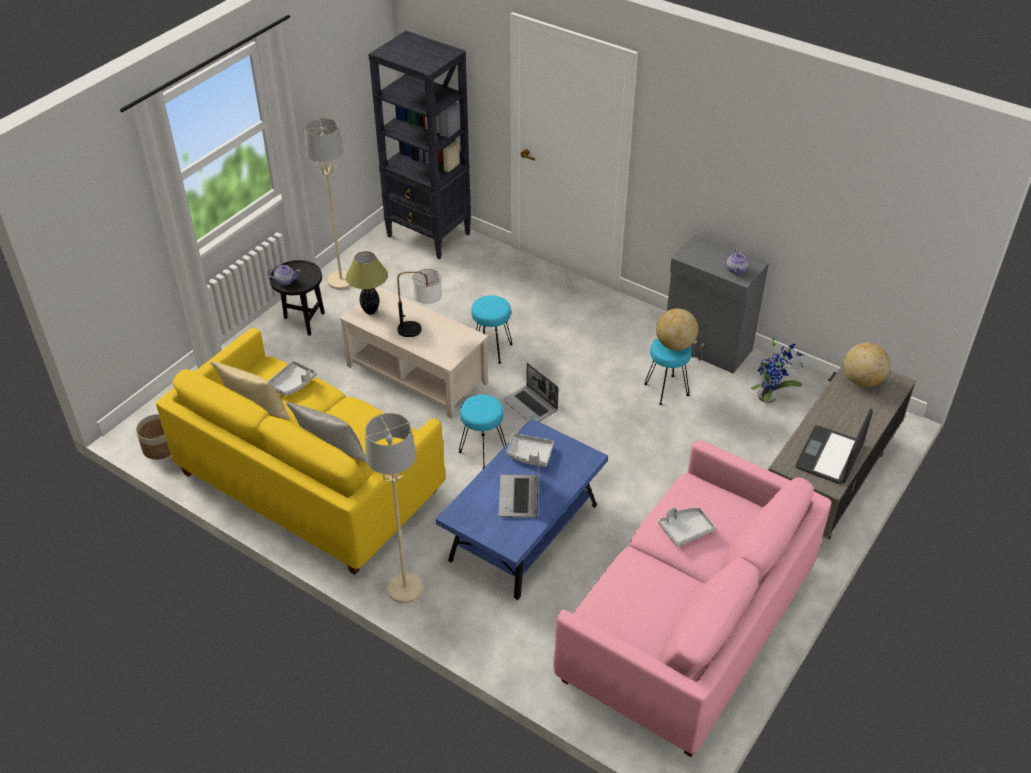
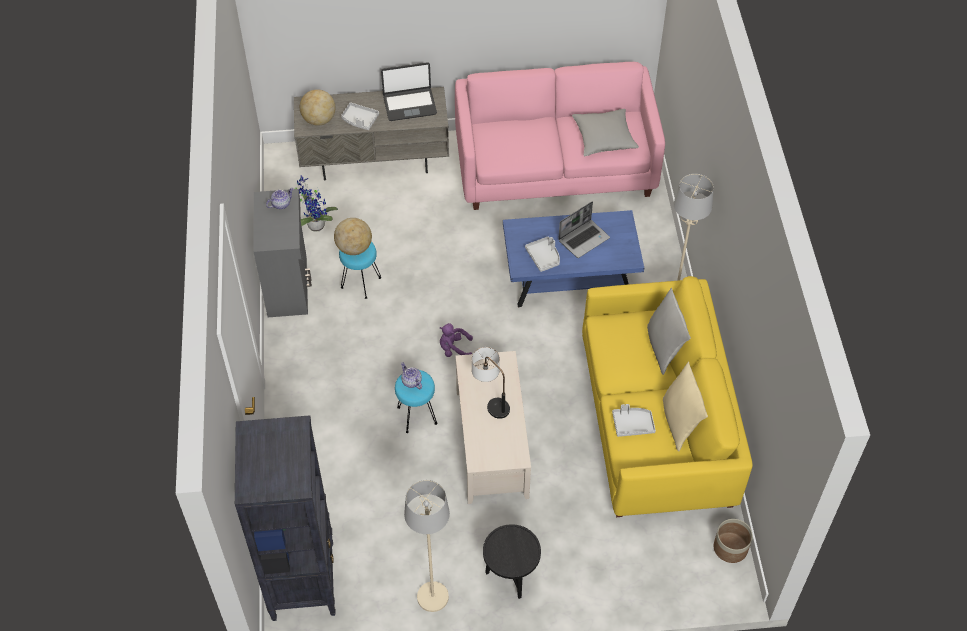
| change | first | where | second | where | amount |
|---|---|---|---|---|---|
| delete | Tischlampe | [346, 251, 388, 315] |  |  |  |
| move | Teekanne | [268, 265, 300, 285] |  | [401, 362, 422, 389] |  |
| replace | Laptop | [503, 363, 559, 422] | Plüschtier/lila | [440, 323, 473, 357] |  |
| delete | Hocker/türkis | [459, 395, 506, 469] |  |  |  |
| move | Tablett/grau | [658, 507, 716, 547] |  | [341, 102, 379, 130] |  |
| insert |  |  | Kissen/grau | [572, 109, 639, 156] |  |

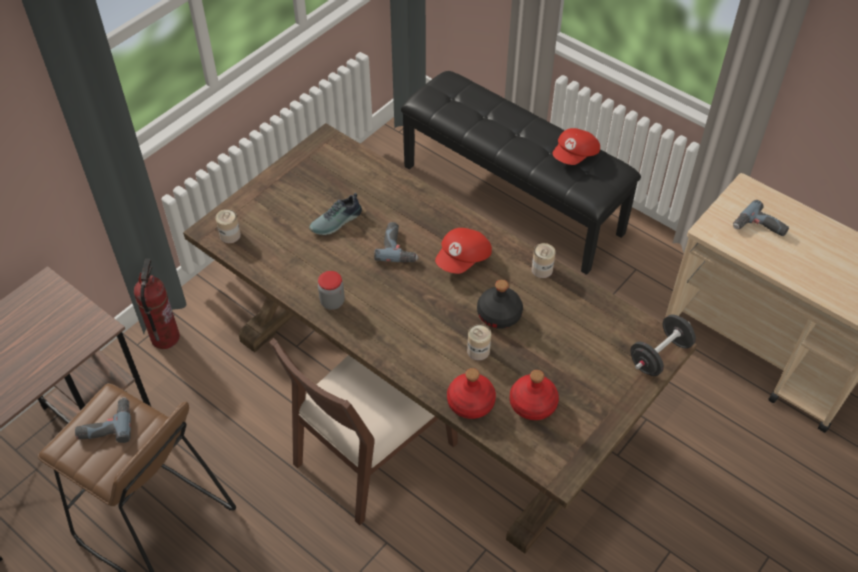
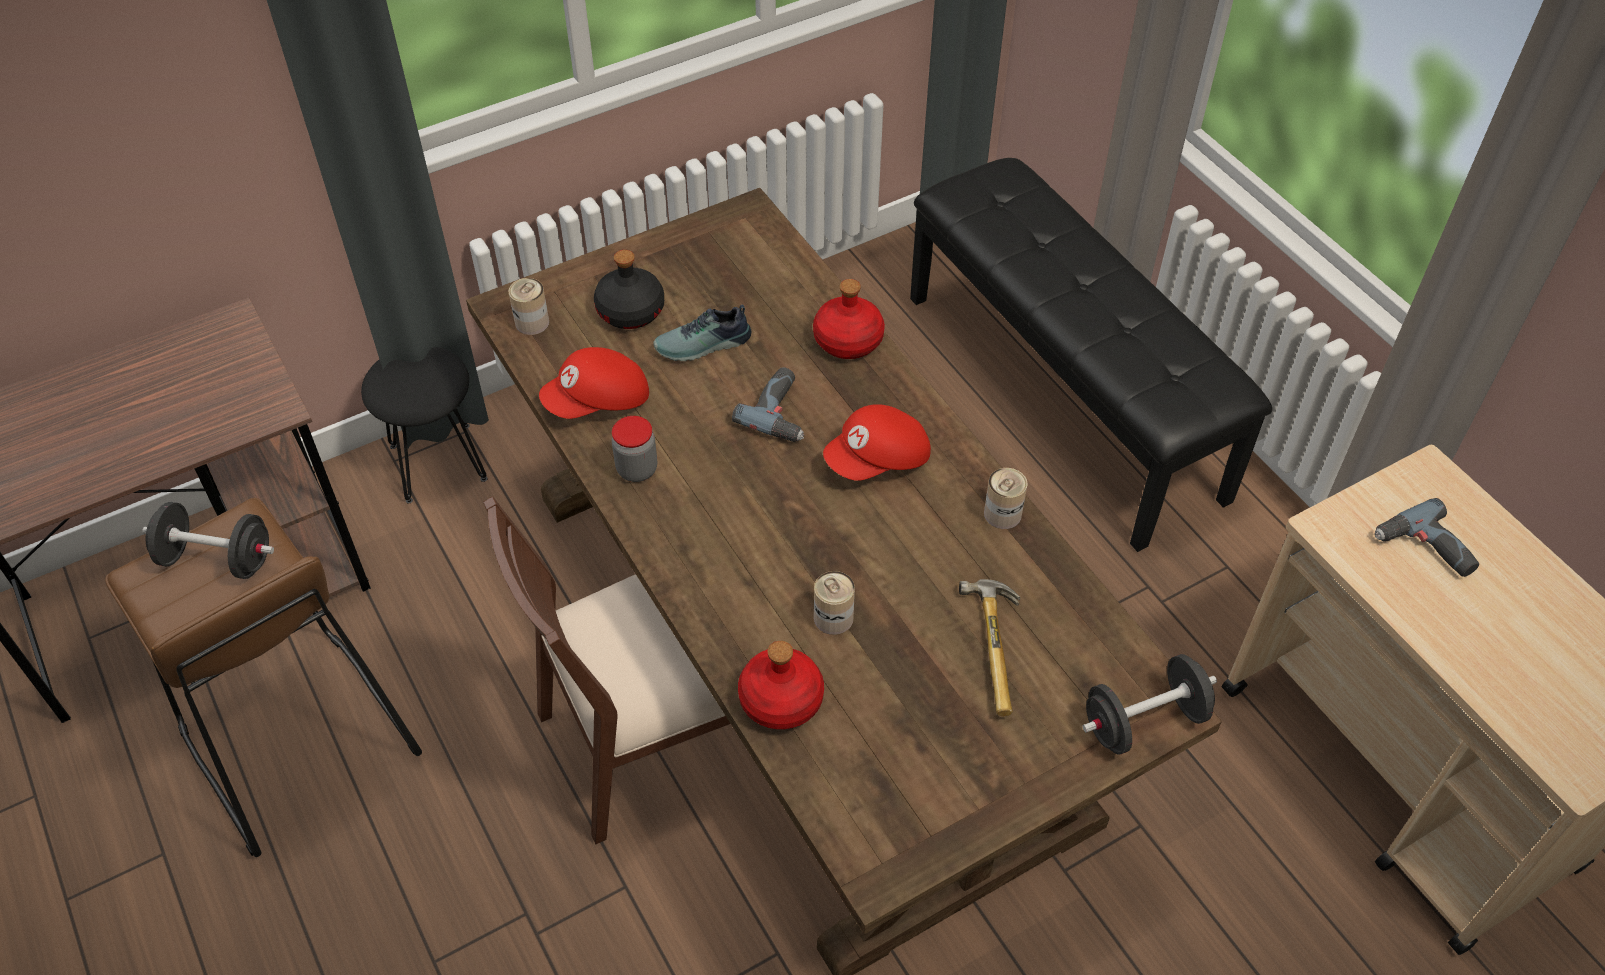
| change | first | where | second | where | amount |
|---|---|---|---|---|---|
| move | Kappe/rot | [552, 128, 600, 165] |  | [539, 347, 649, 419] |  |
| replace | Feuerlöscher | [134, 259, 180, 349] | Hocker/schwarz | [361, 347, 487, 503] |  |
| move | Flasche/schwarz | [477, 280, 523, 329] |  | [594, 250, 664, 329] |  |
| move | Flasche/rot | [510, 370, 559, 420] |  | [813, 279, 885, 359] |  |
| replace | Bohrmaschine | [75, 397, 131, 443] | Hantel/schwarz | [142, 502, 274, 579] |  |
| insert |  |  | Hammer | [959, 579, 1020, 716] |  |

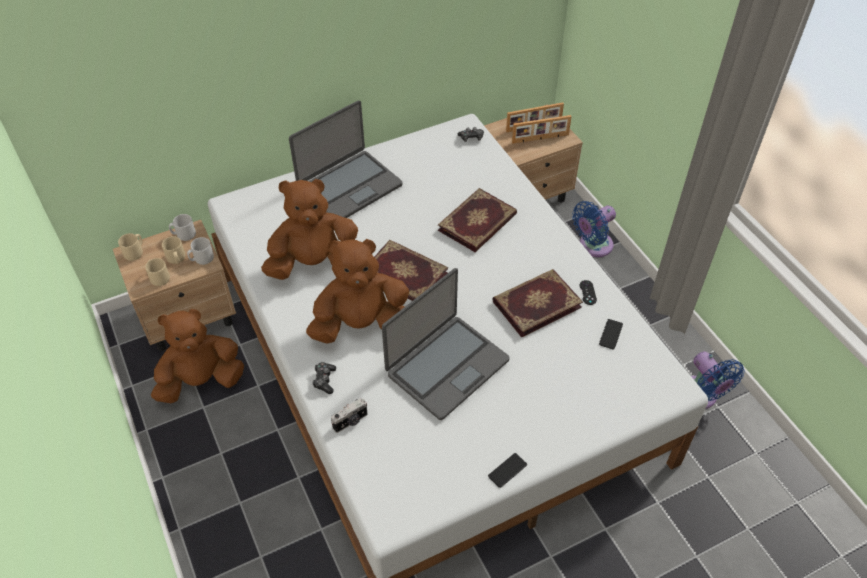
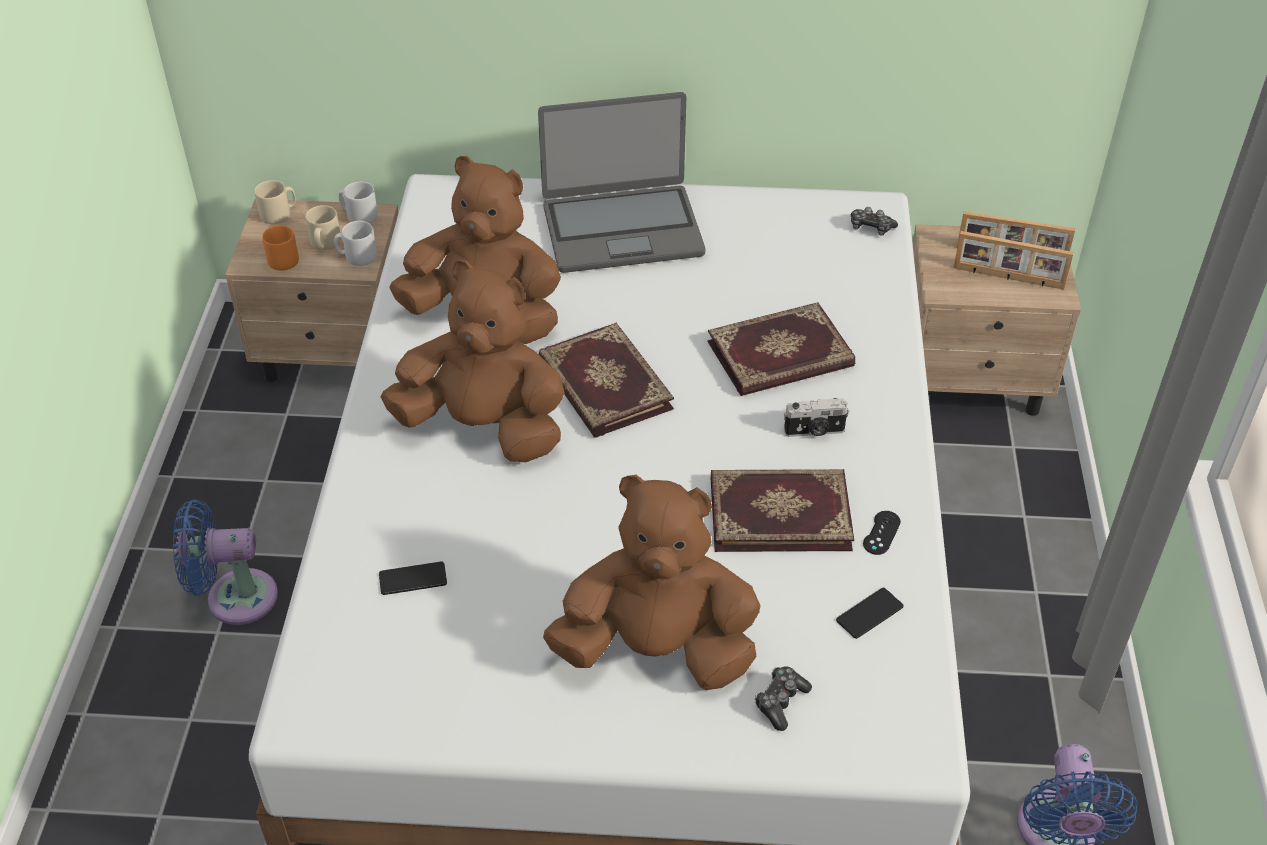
| change | first | where | second | where | amount |
|---|---|---|---|---|---|
| move | Ventilator/blau | [572, 201, 616, 257] |  | [173, 500, 278, 625] |  |
| recolor | Henkelbecher/beige | [145, 258, 170, 286] | Henkelbecher/orange | [262, 225, 299, 271] |  |
| delete | Laptop | [382, 268, 510, 420] |  |  |  |
| move | Plüschtier/braun | [151, 309, 244, 403] |  | [543, 475, 760, 690] |  |
| move | Gamepad | [312, 362, 336, 394] |  | [755, 666, 812, 731] |  |
| move | Kamera | [331, 398, 367, 433] |  | [784, 398, 849, 437] |  |
| move | Handy | [488, 453, 527, 488] |  | [379, 561, 447, 595] |  |

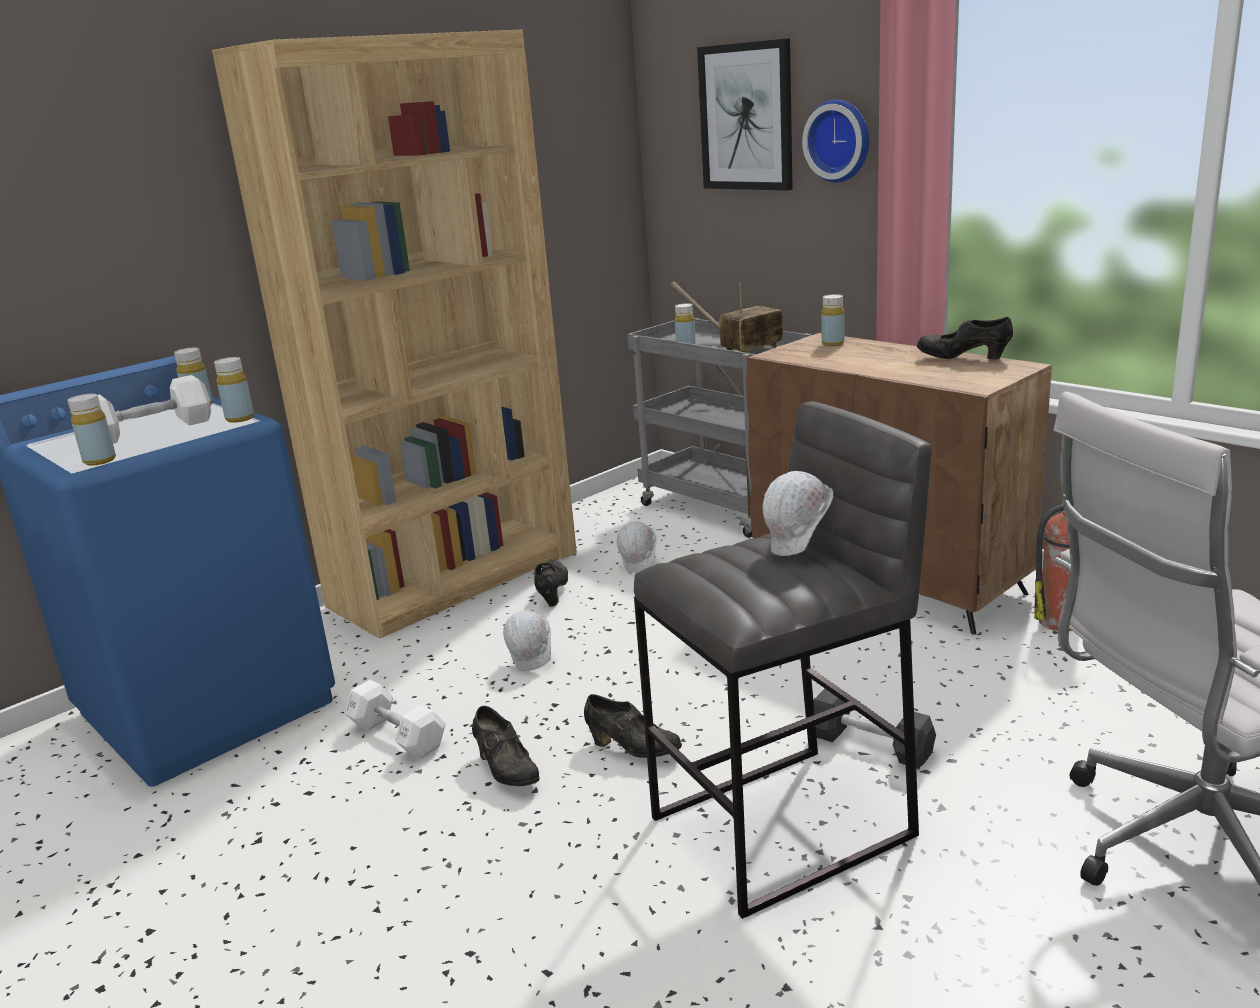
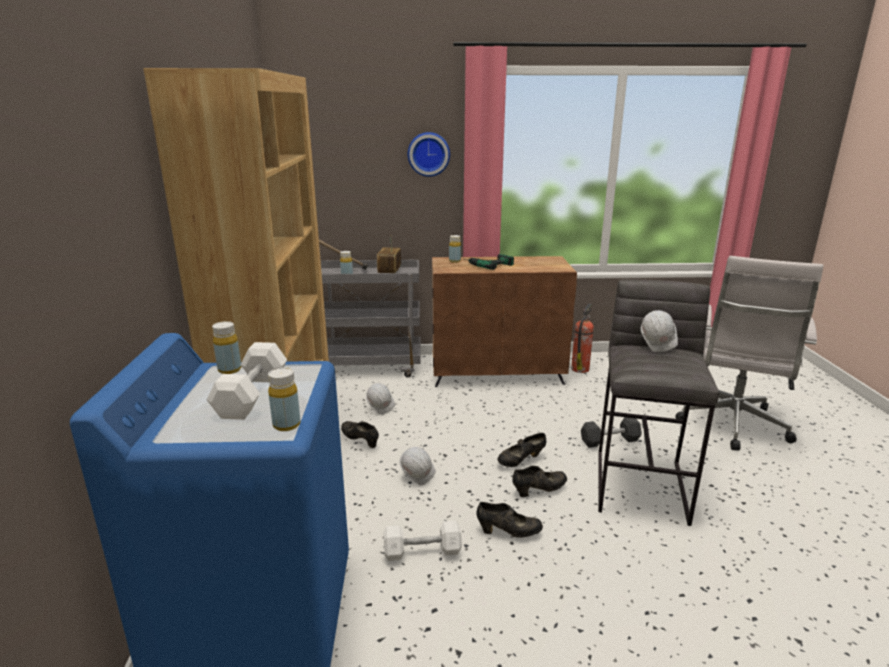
| change | first | where | second | where | amount |
|---|---|---|---|---|---|
| delete | Bild | [697, 38, 793, 191] |  |  |  |
| move | Schuh/schwarz | [917, 317, 1013, 360] |  | [497, 433, 546, 467] |  |
| delete | Flasche/gelb | [214, 357, 254, 423] |  |  |  |
| insert |  |  | Bohrmaschine | [465, 254, 514, 270] |  |

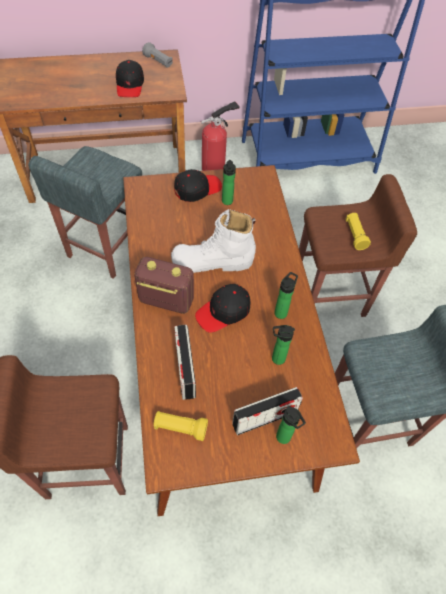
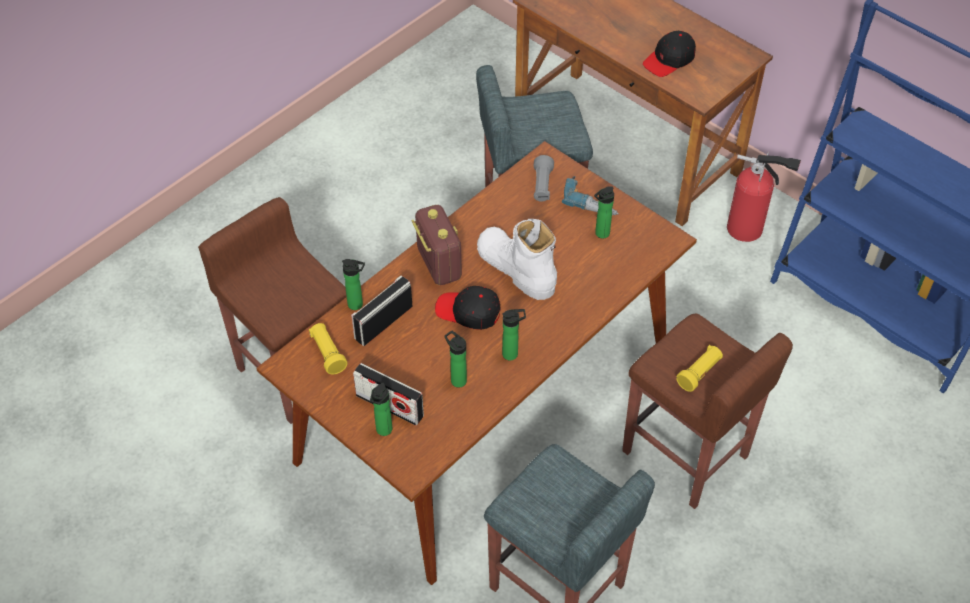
| change | first | where | second | where | amount |
|---|---|---|---|---|---|
| move | Taschenlampe/grau | [142, 42, 173, 68] |  | [534, 155, 554, 202] |  |
| replace | Kappe/schwarz | [174, 169, 222, 202] | Bohrmaschine | [562, 176, 619, 215] |  |
| insert |  |  | Flasche | [342, 259, 365, 310] |  |

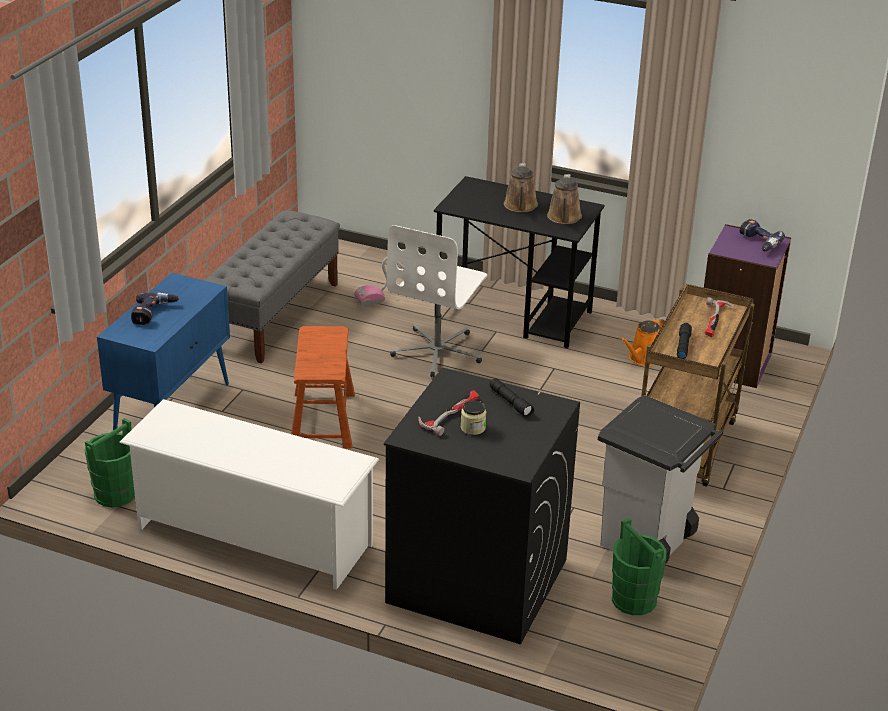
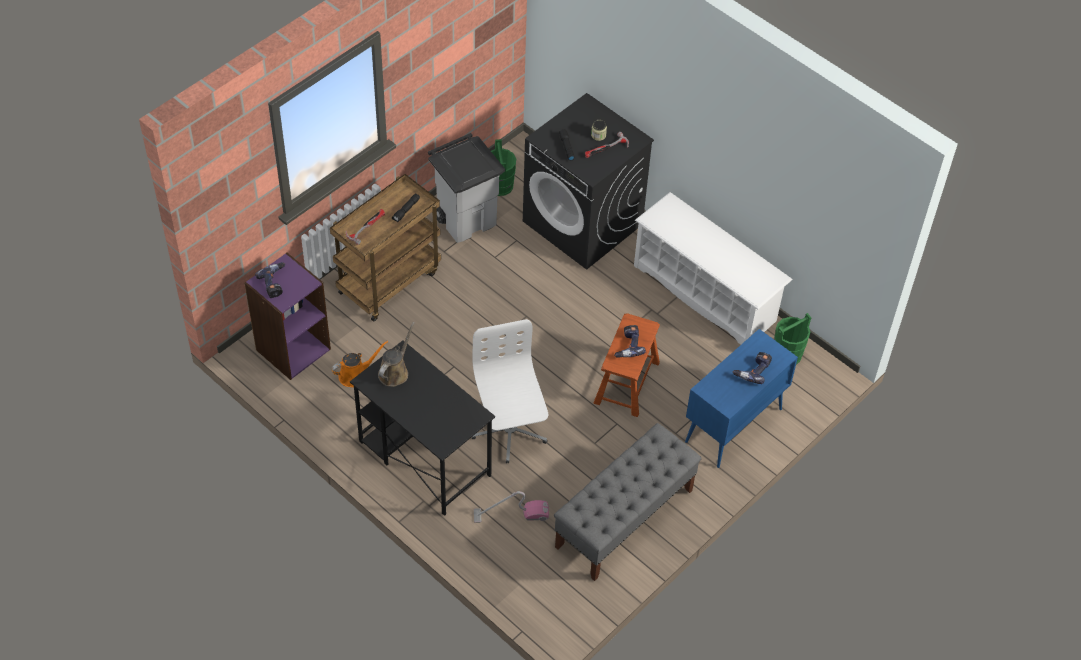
| change | first | where | second | where | amount |
|---|---|---|---|---|---|
| delete | Gießkanne/braun | [504, 163, 538, 212] |  |  |  |
| rotate | Bürostuhl/weiß | [387, 225, 488, 377] |  | [471, 319, 548, 463] | 60 degrees counterclockwise |
| insert |  |  | Bohrmaschine | [614, 325, 646, 357] |  |

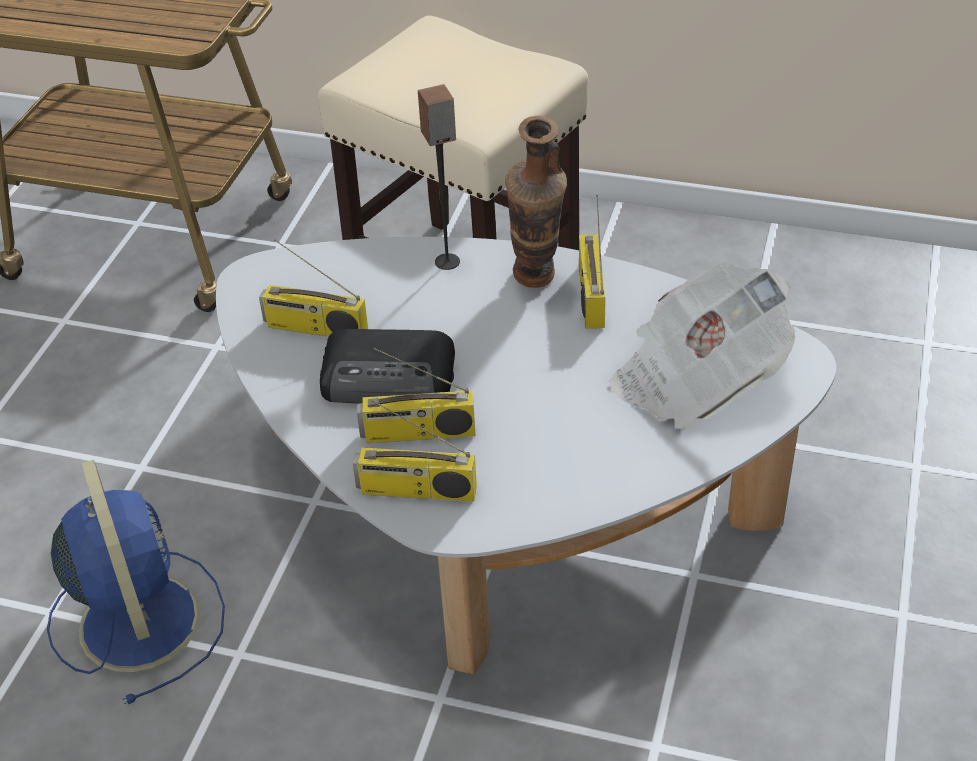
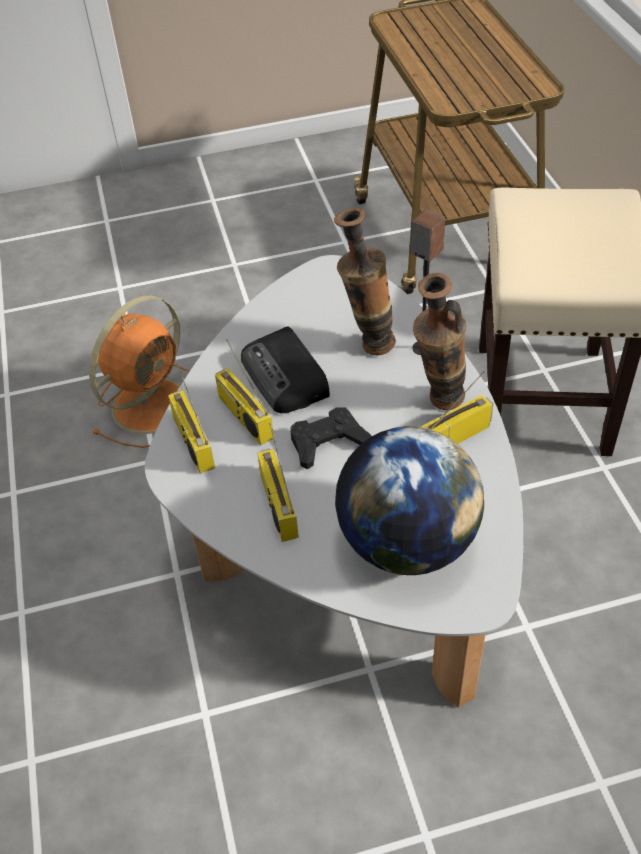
| change | first | where | second | where | amount |
|---|---|---|---|---|---|
| move | Radio | [259, 239, 368, 337] |  | [257, 423, 299, 542] |  |
| replace | Zeitung | [609, 262, 795, 430] | Globus | [335, 426, 484, 575] |  |
| recolor | Ventilator/blau | [47, 460, 225, 704] | Ventilator/orange | [89, 295, 190, 448] |  |
| insert |  |  | Vase | [334, 208, 396, 355] |  |
| insert |  |  | Gamepad/schwarz | [290, 407, 372, 469] |  |

